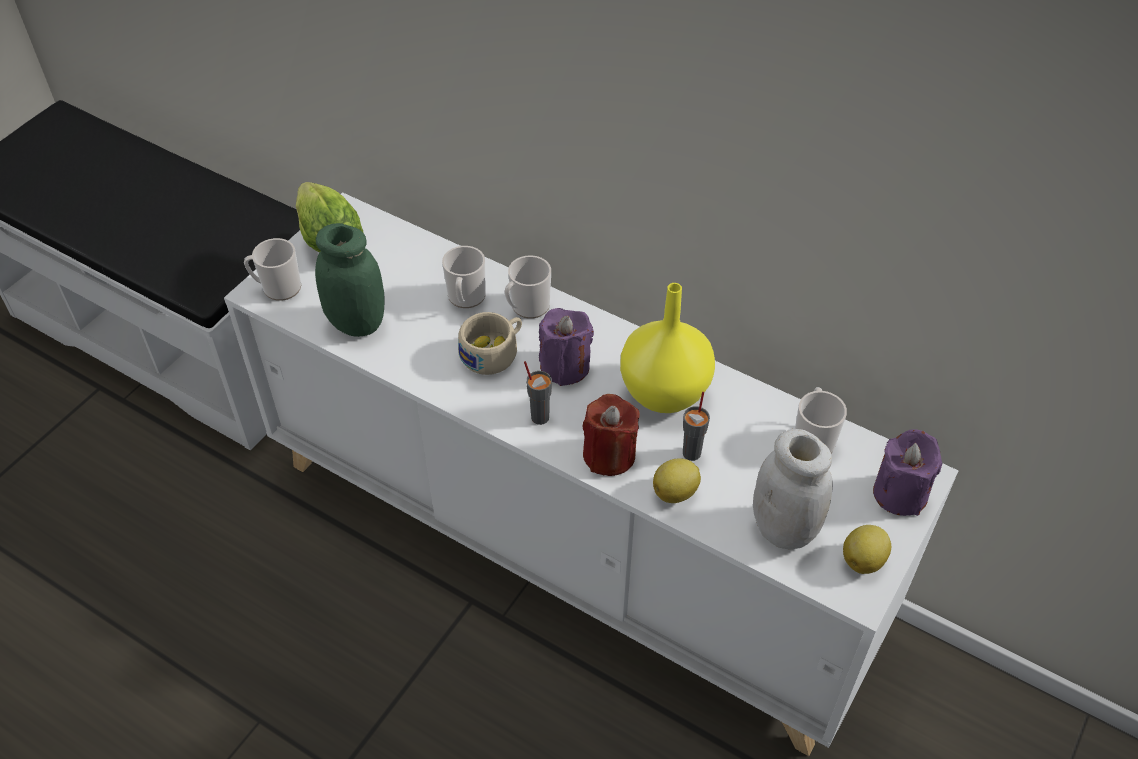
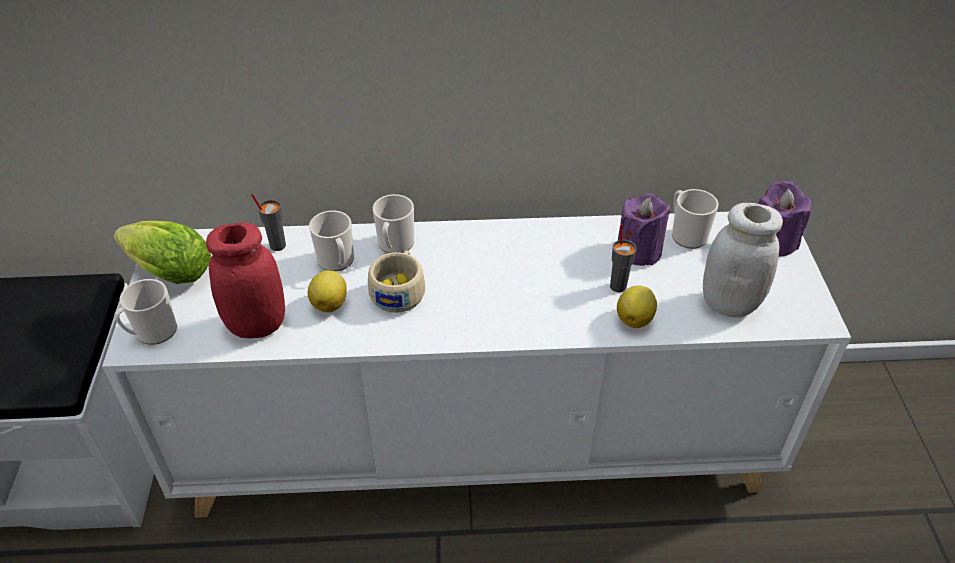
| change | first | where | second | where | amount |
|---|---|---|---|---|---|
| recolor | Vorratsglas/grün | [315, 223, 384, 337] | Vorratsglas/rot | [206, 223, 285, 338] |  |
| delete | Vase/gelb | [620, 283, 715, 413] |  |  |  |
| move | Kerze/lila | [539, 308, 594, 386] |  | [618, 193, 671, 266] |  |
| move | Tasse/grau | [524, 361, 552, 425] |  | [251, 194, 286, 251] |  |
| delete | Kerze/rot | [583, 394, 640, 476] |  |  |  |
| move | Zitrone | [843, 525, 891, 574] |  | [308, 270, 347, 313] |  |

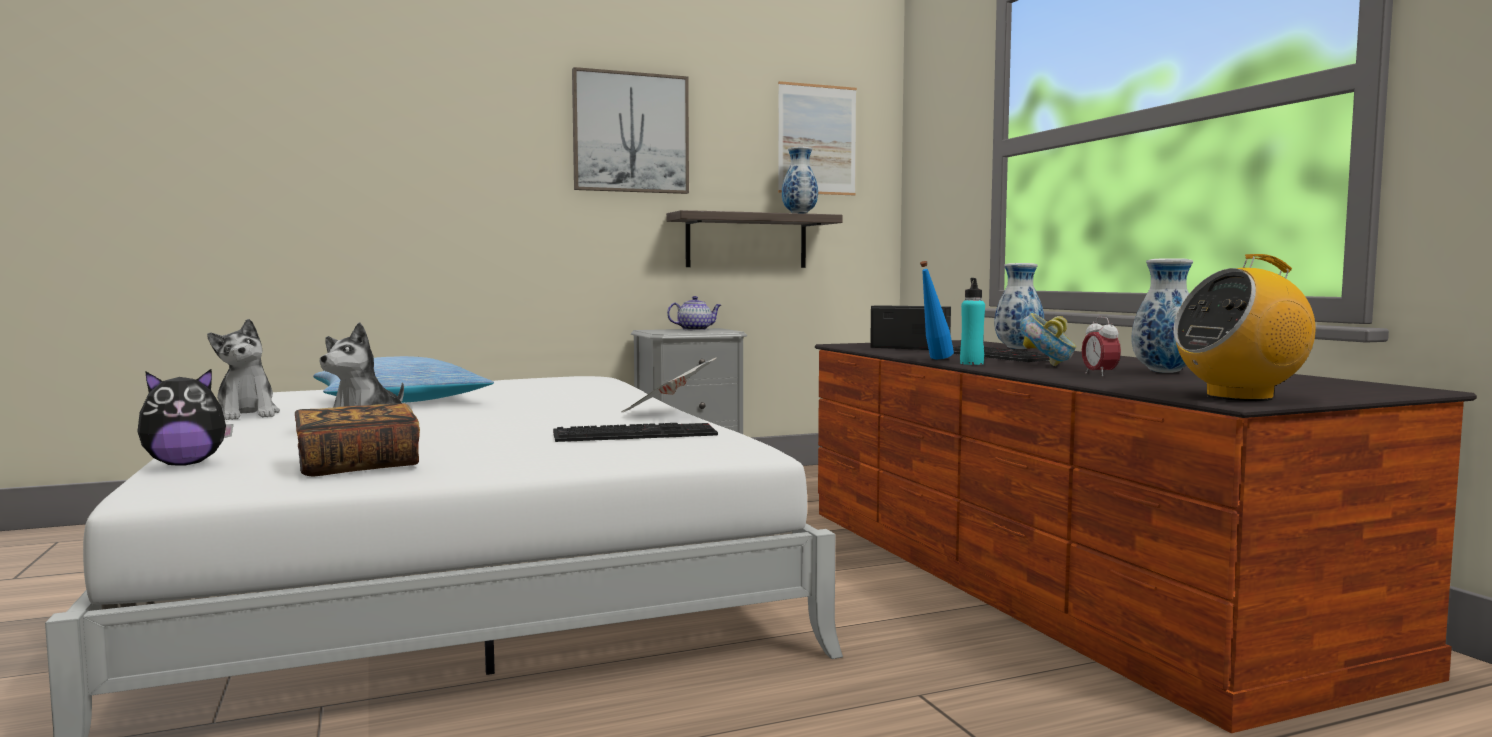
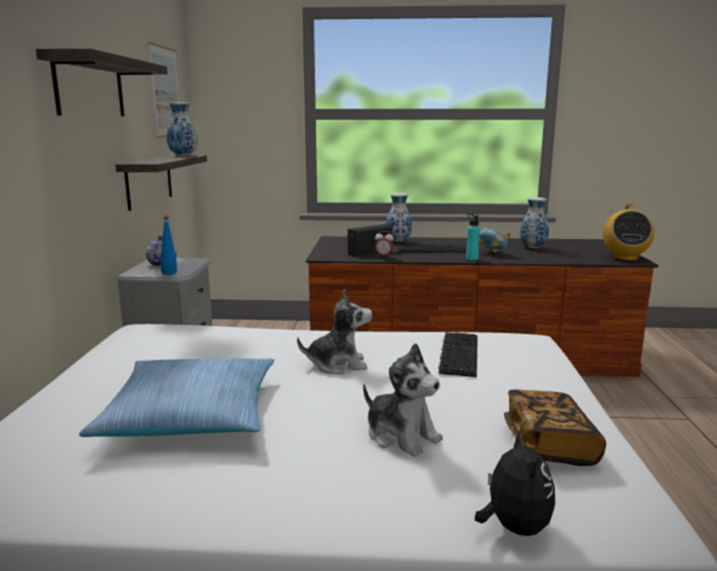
| change | first | where | second | where | amount |
|---|---|---|---|---|---|
| replace | Bild | [572, 67, 689, 194] | Wandregal | [36, 48, 168, 116] |  |
| move | Flasche/blau | [920, 261, 954, 359] |  | [160, 215, 177, 275] |  |
| move | Wecker | [1082, 317, 1121, 377] |  | [375, 231, 394, 257] |  |
| move | Plüschtier | [207, 319, 280, 420] |  | [297, 290, 372, 374] |  |
| delete | Zeitung | [621, 357, 717, 412] |  |  |  |

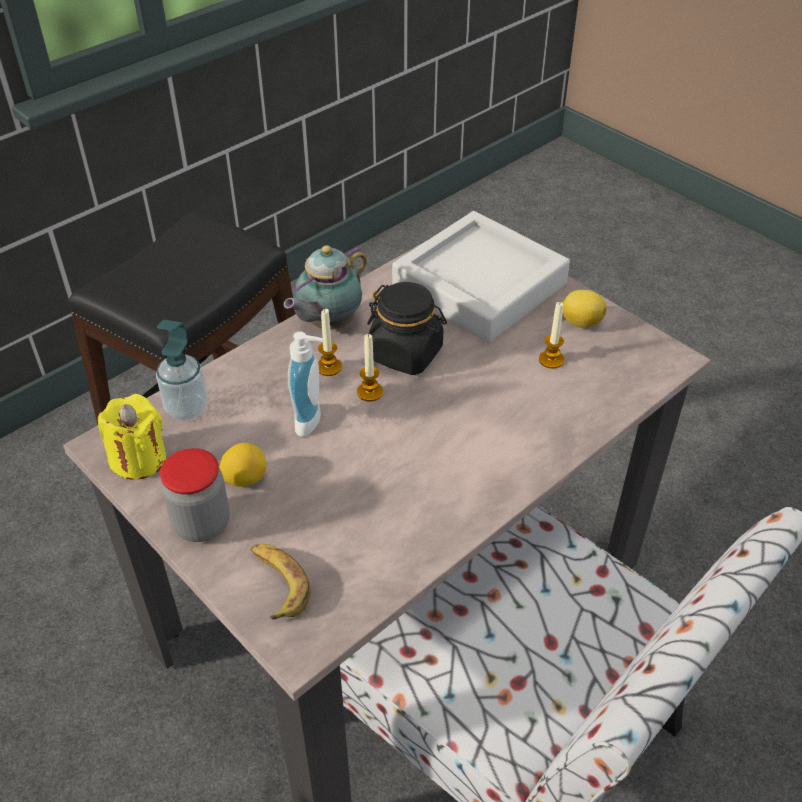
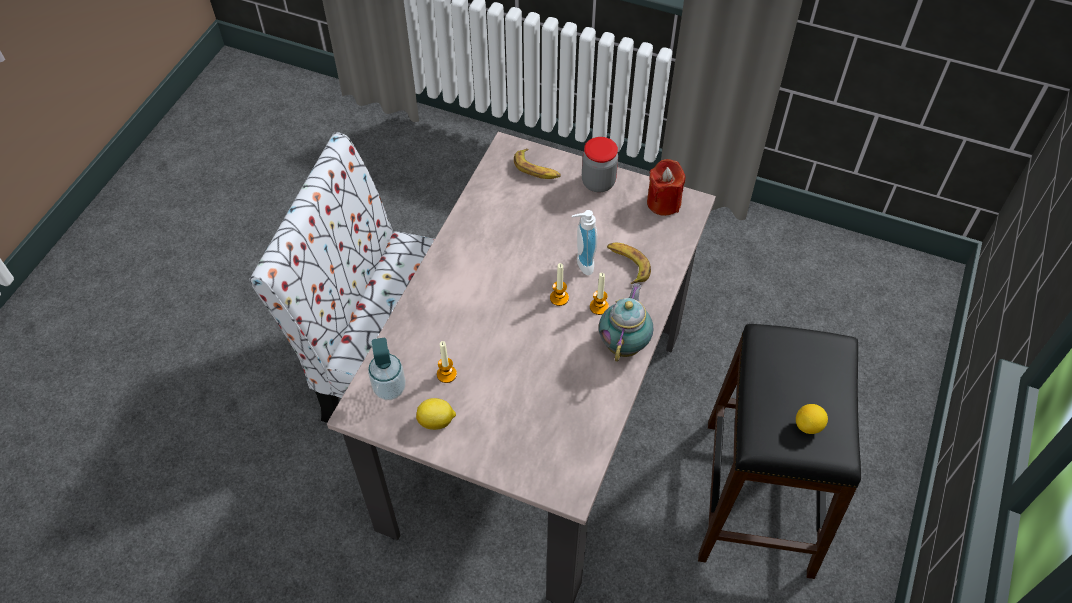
| change | first | where | second | where | amount |
|---|---|---|---|---|---|
| delete | Tablett/grau | [392, 211, 570, 343] |  |  |  |
| delete | Vorratsglas/schwarz | [367, 282, 447, 375] |  |  |  |
| move | Seifenspender | [156, 320, 208, 420] |  | [368, 338, 406, 400] |  |
| recolor | Kerze/gelb | [98, 394, 166, 480] | Kerze/rot | [647, 159, 686, 216] |  |
| move | Zitrone | [219, 443, 267, 487] |  | [796, 404, 828, 434] |  |
| insert |  |  | Banane | [607, 243, 651, 284] |  |

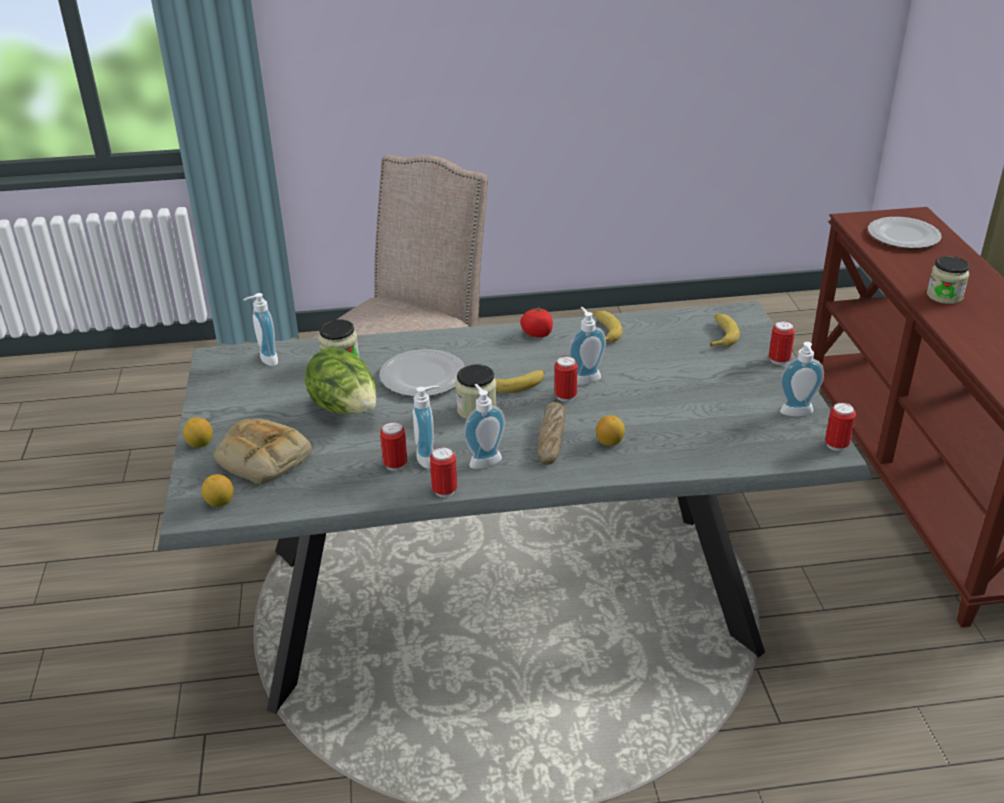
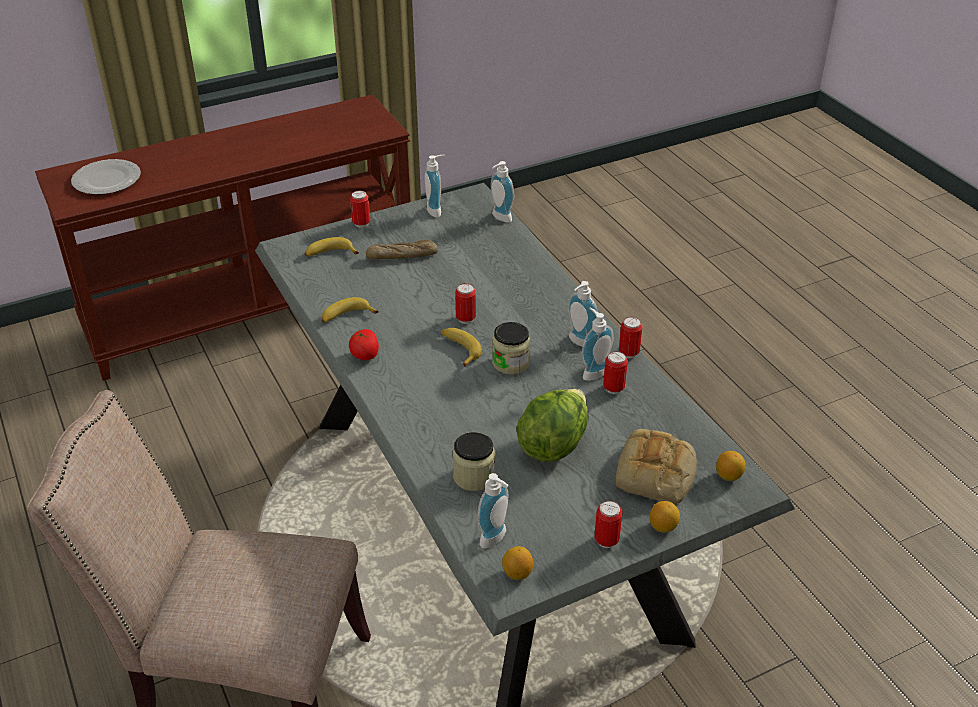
| change | first | where | second | where | amount |
|---|---|---|---|---|---|
| delete | Vorratsglas | [927, 256, 970, 304] |  |  |  |
| move | Seifenspender | [569, 307, 606, 385] |  | [491, 161, 514, 223] |  |
| delete | Teller | [379, 349, 465, 397] |  |  |  |
| move | Brot | [537, 402, 565, 465] |  | [366, 240, 438, 259] |  |
| move | Dose | [825, 402, 856, 451] |  | [594, 501, 623, 548] |  |
| move | Zitrone | [596, 415, 625, 446] |  | [502, 546, 533, 580] |  |

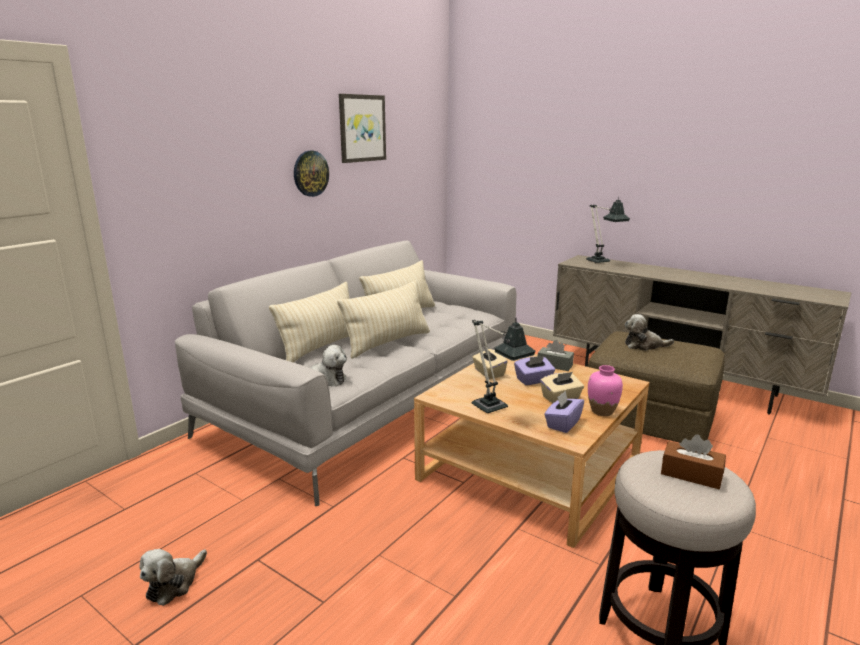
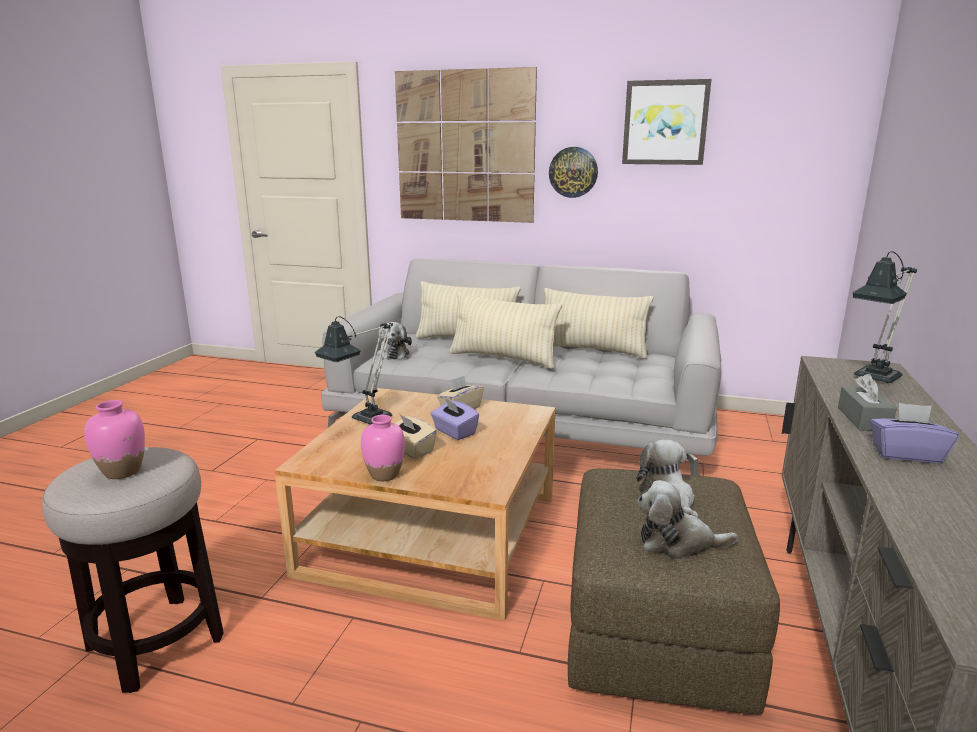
| change | first | where | second | where | amount |
|---|---|---|---|---|---|
| move | Taschentuchbox/grau | [538, 340, 574, 371] |  | [838, 374, 897, 431] |  |
| move | Taschentuchbox/lila | [544, 390, 584, 433] |  | [870, 403, 959, 463] |  |
| replace | Taschentuchbox/braun | [661, 434, 726, 489] | Vase/rosa | [84, 400, 145, 479] |  |
| move | Plüschtier | [139, 549, 207, 606] |  | [637, 480, 738, 560] |  |
| insert |  |  | Bild | [395, 67, 537, 223] |  |

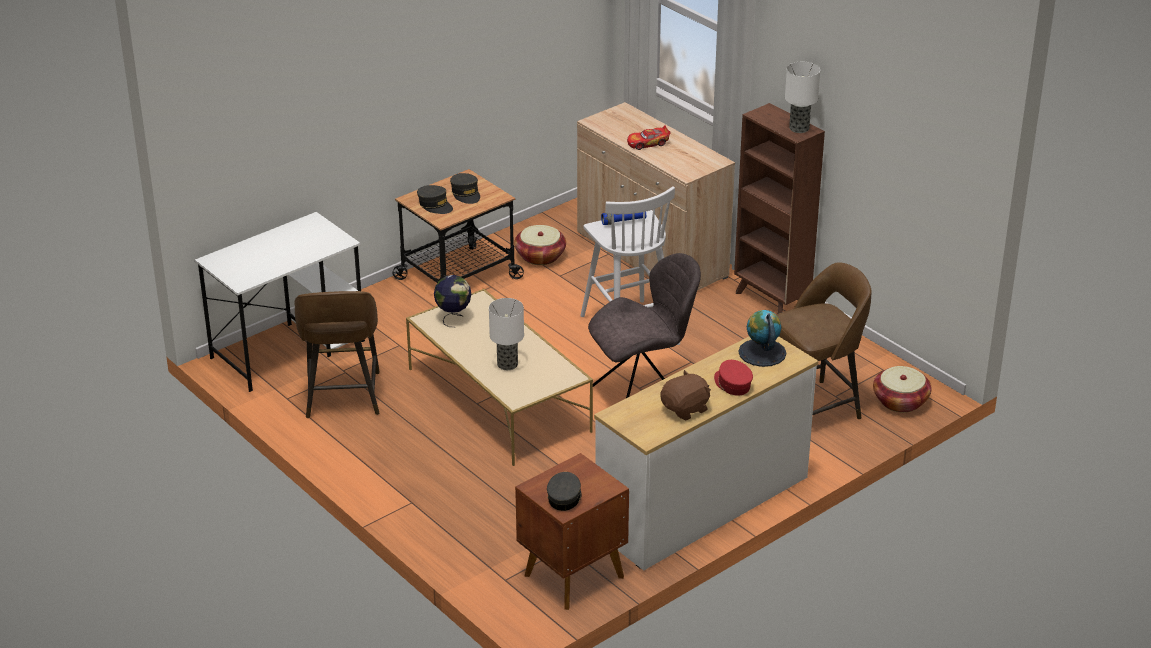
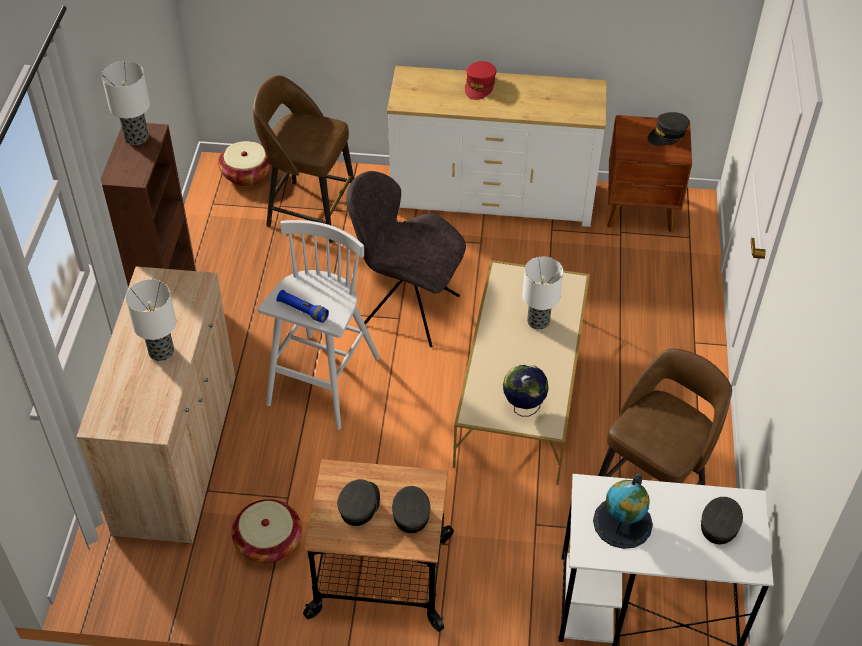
| change | first | where | second | where | amount |
|---|---|---|---|---|---|
| replace | Spielzeugauto | [627, 125, 671, 150] | Tischlampe | [126, 279, 176, 361] |  |
| move | Globus | [738, 310, 786, 367] |  | [593, 474, 653, 549] |  |
| delete | Plüschtier/braun | [660, 370, 711, 421] |  |  |  |
| insert |  |  | Kappe/grau | [701, 497, 743, 544] |  |

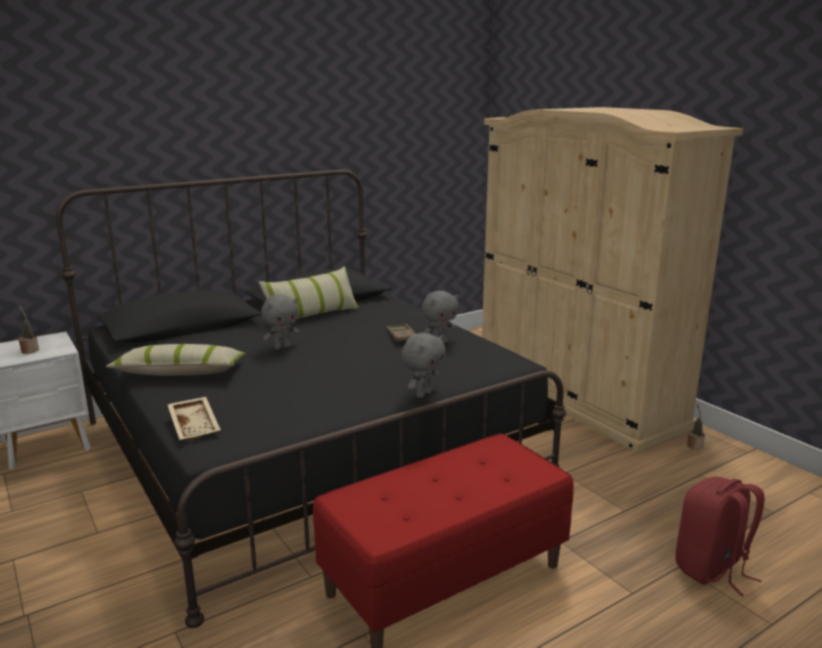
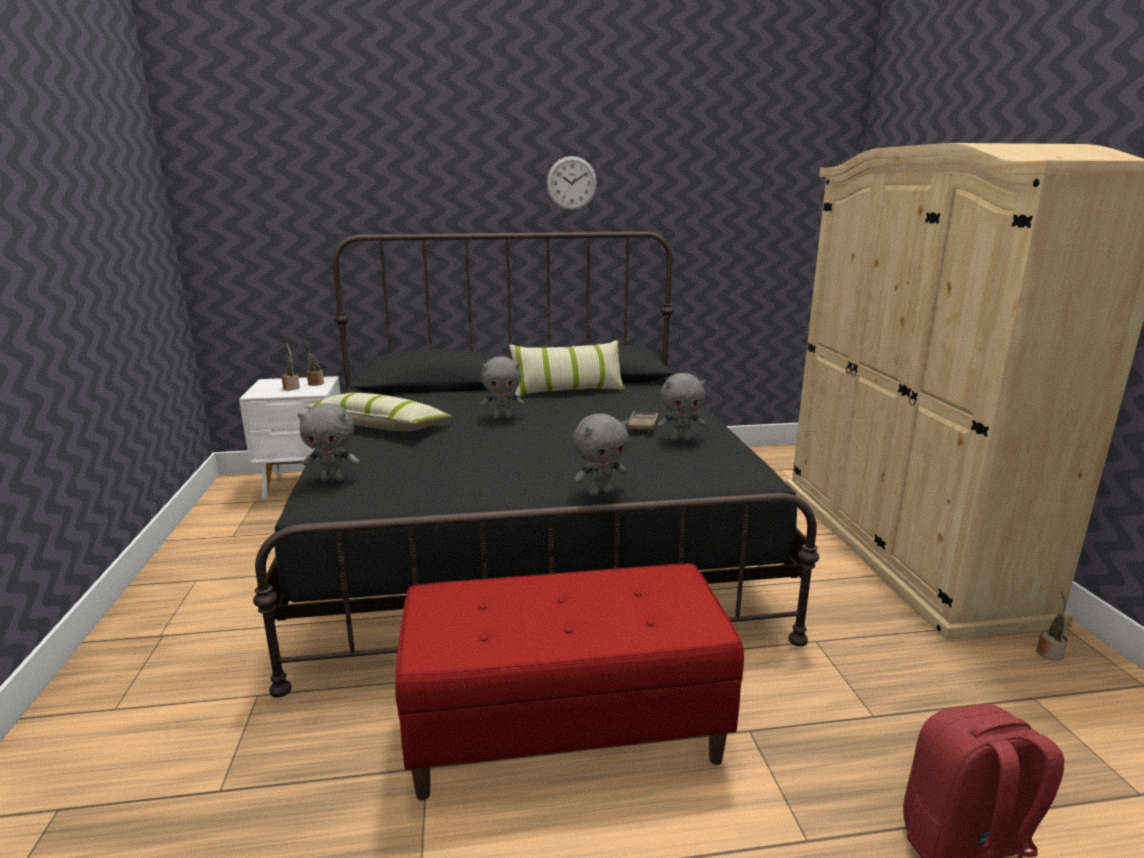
| change | first | where | second | where | amount |
|---|---|---|---|---|---|
| replace | Tablett/beige | [167, 397, 221, 441] | Plüschtier/grau | [298, 403, 360, 481] |  |
| insert |  |  | Wanduhr | [546, 156, 597, 210] |  |
| insert |  |  | Topfpflanze | [302, 341, 324, 386] |  |

